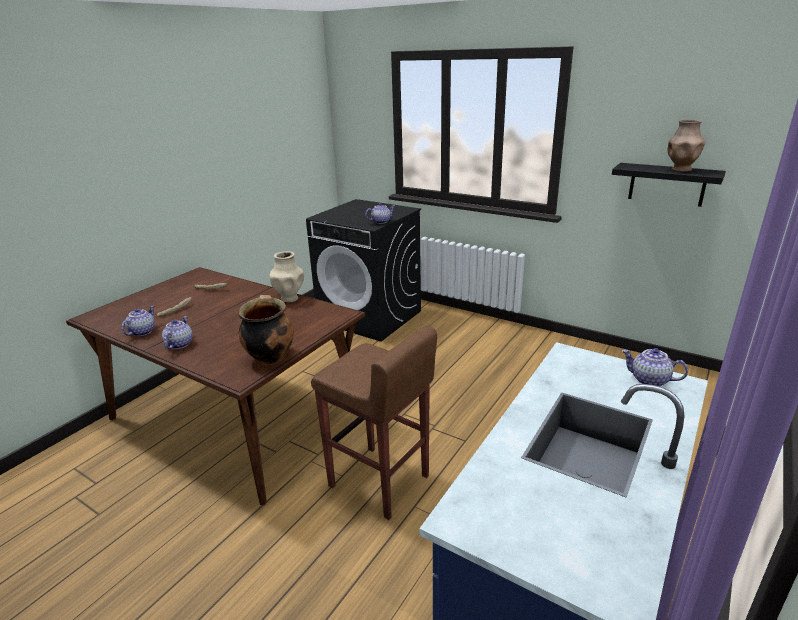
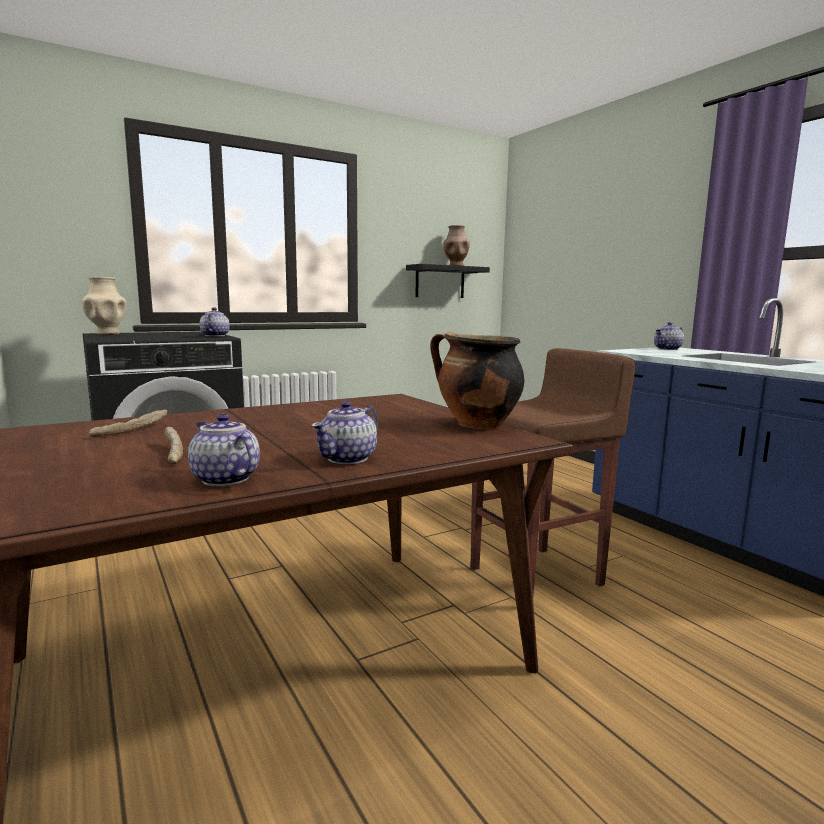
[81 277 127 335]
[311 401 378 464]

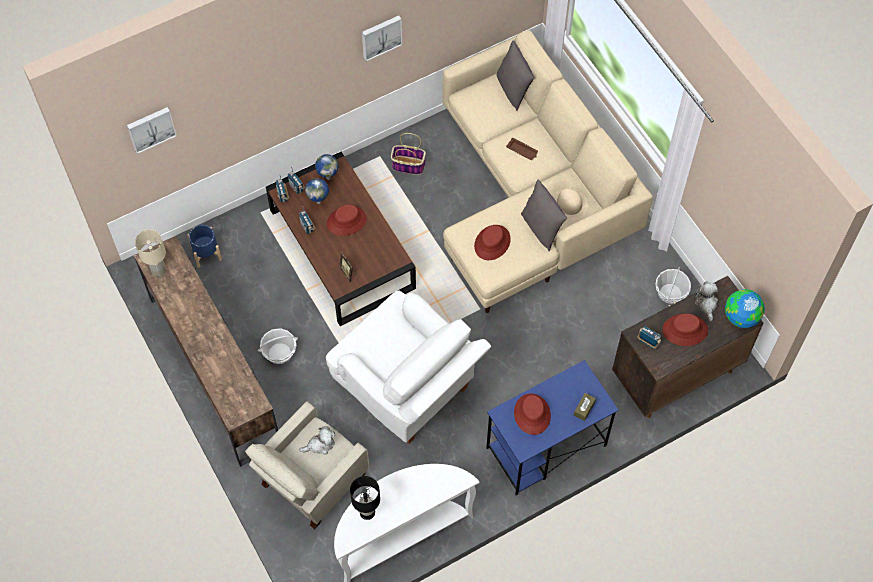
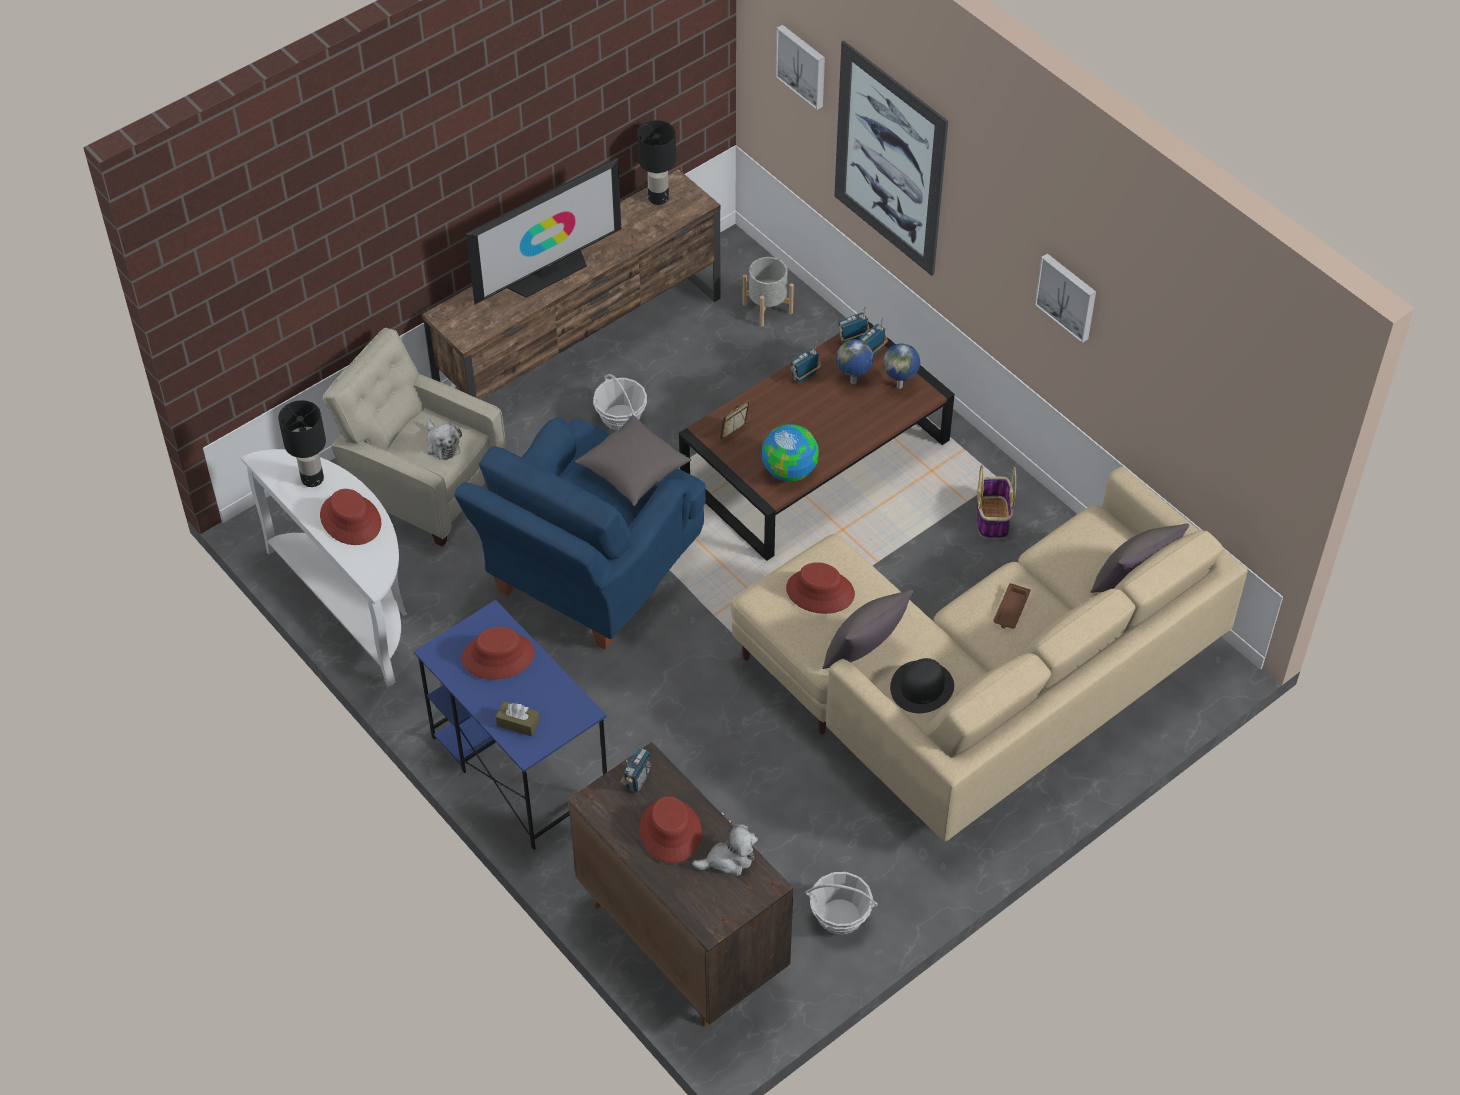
[466 158 621 304]
[575 415 691 506]
[834 40 948 276]
[320 489 381 545]
[762 424 819 481]
[637 120 676 205]
[743 257 794 327]
[454 418 706 650]
[890 658 954 713]

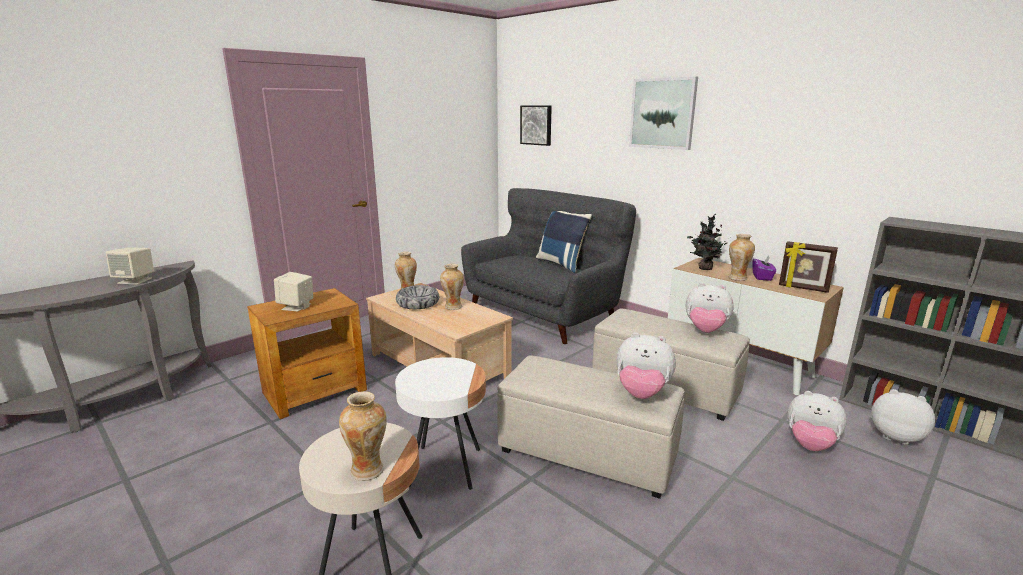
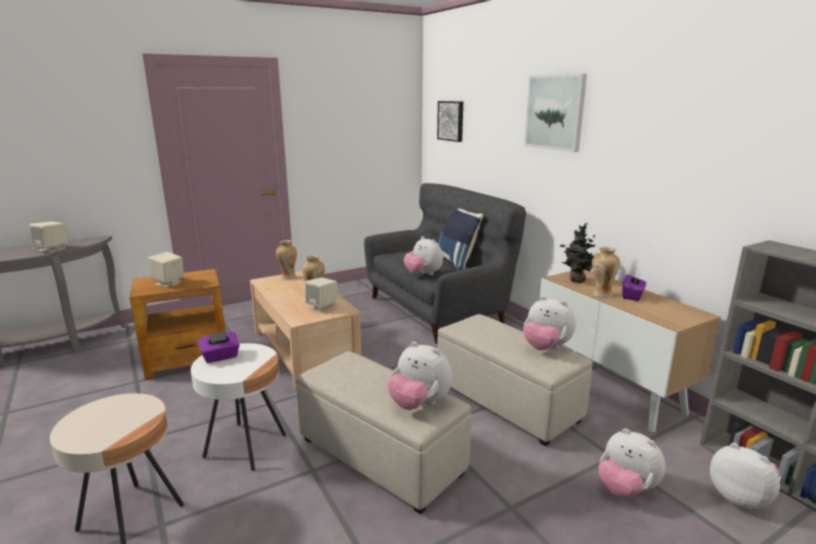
[339 391 387 481] (first image)
[396 285 439 309] (first image)
[779 241 838 293] (first image)
[198 332 240 363]
[305 277 337 313]
[404 236 443 275]

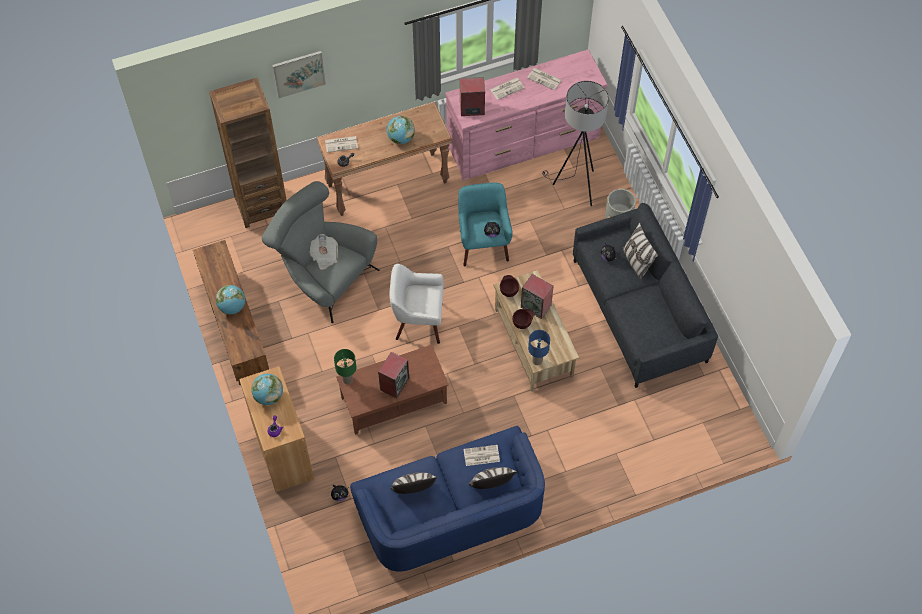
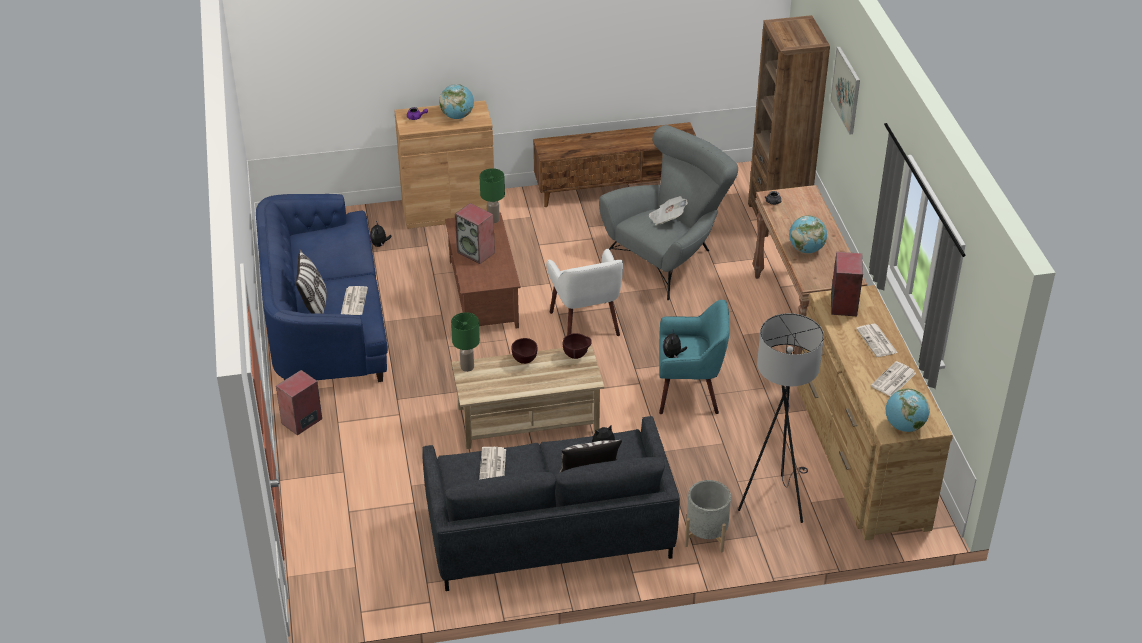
[390 473 437 494] (first image)
[886 389 930 432]
[479 447 506 480]
[276 370 322 435]
[798 285 953 541]
[451 312 480 372]
[546 249 623 336]

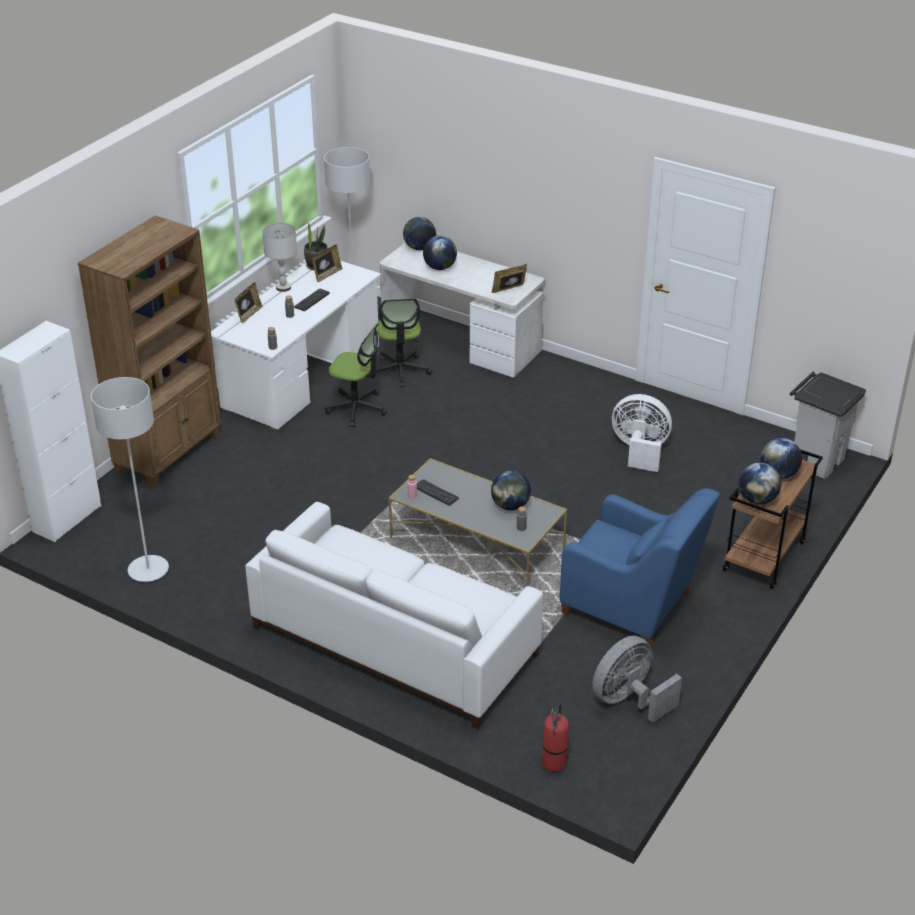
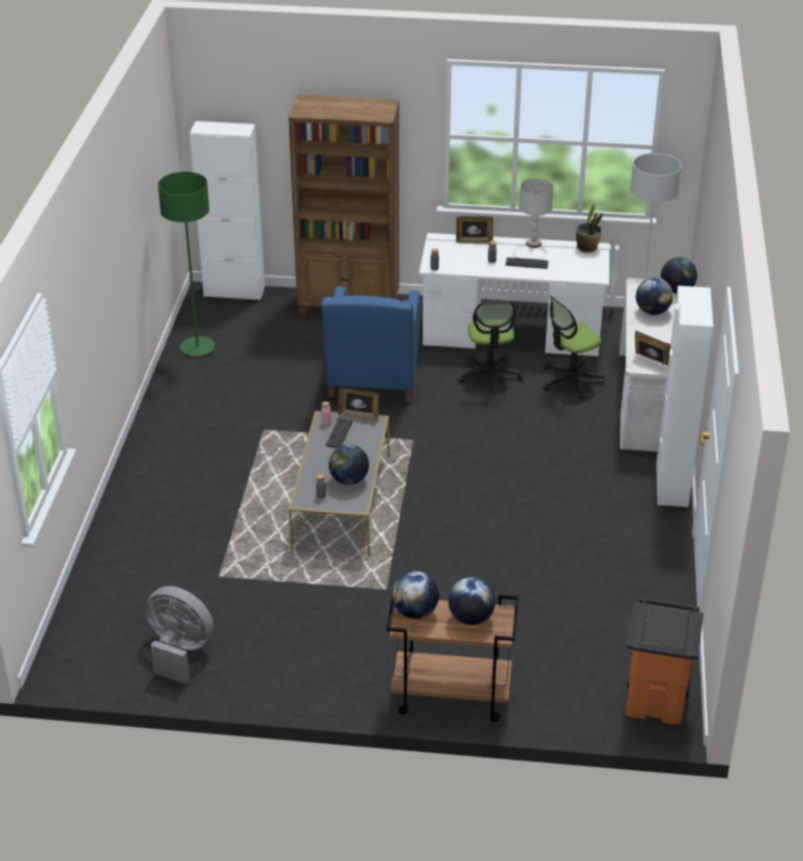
[245 502 543 729] (first image)
[542 703 569 772] (first image)
[612 394 672 472] (first image)
[656 286 713 507]
[338 388 379 422]
[321 286 420 401]
[158 172 215 356]
[626 597 704 725]

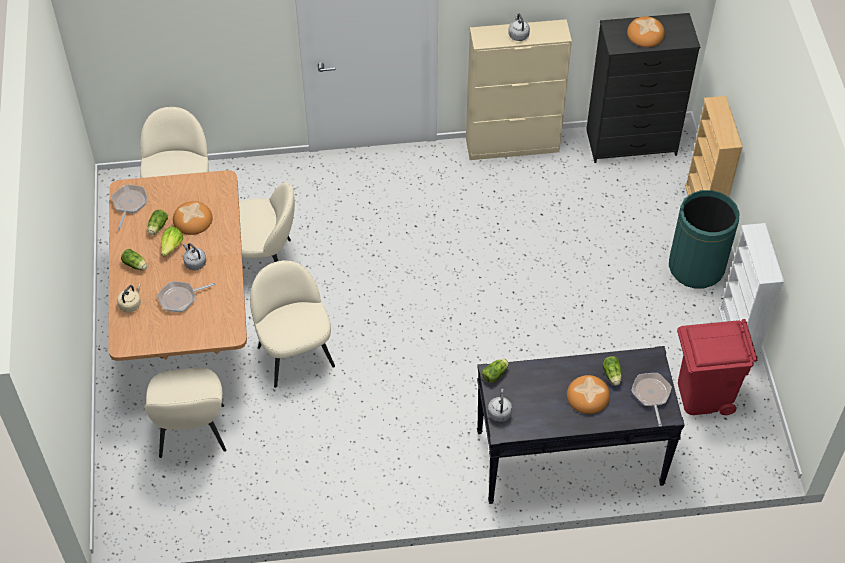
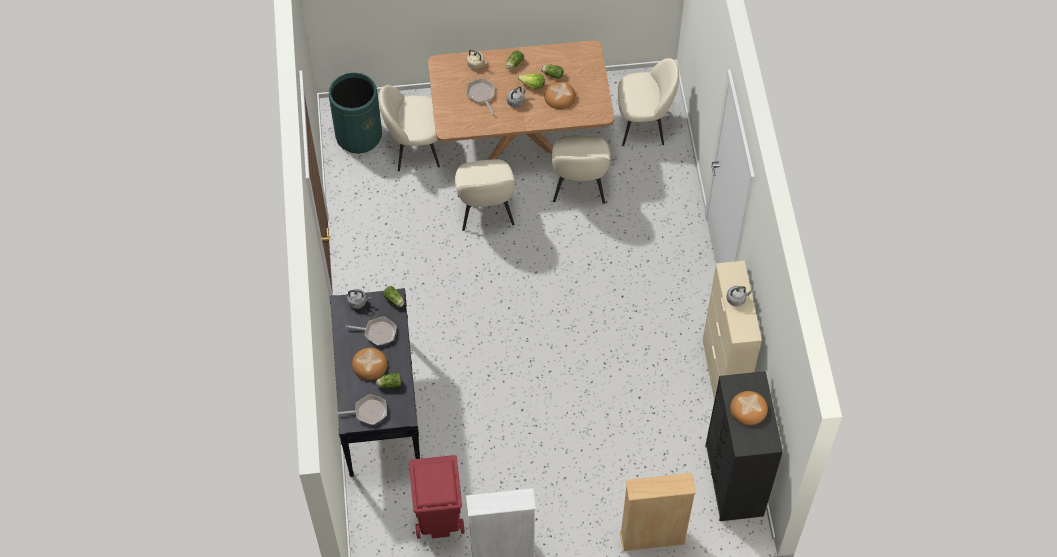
[346 316 397 346]
[329 72 382 154]
[455 159 515 231]

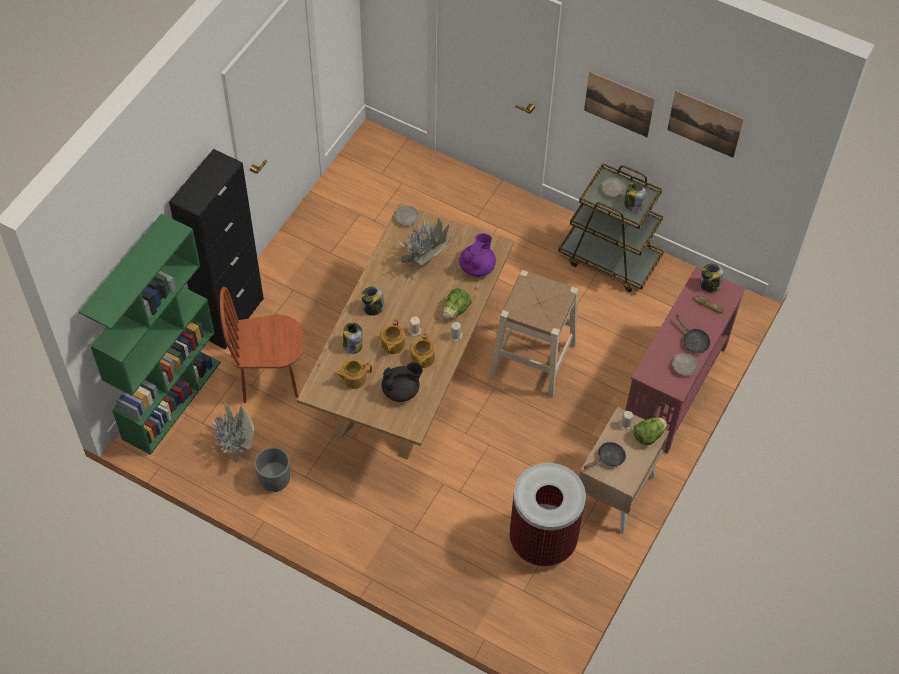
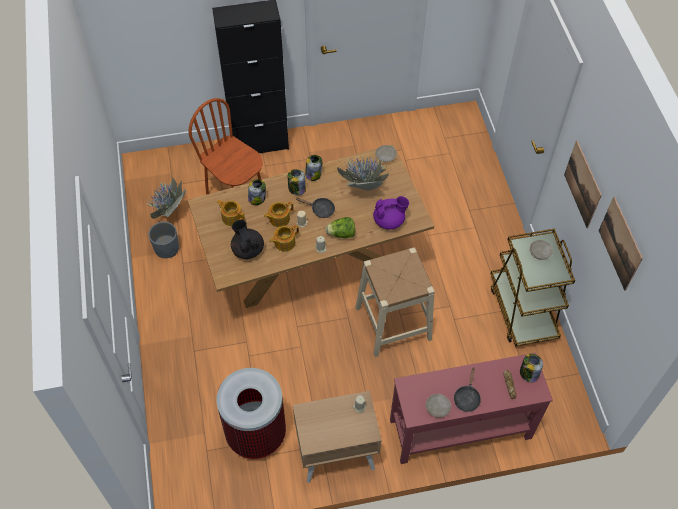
[79 213 221 455] (first image)
[633 418 667 446] (first image)
[296 197 335 218]
[305 155 322 181]
[231 220 264 259]

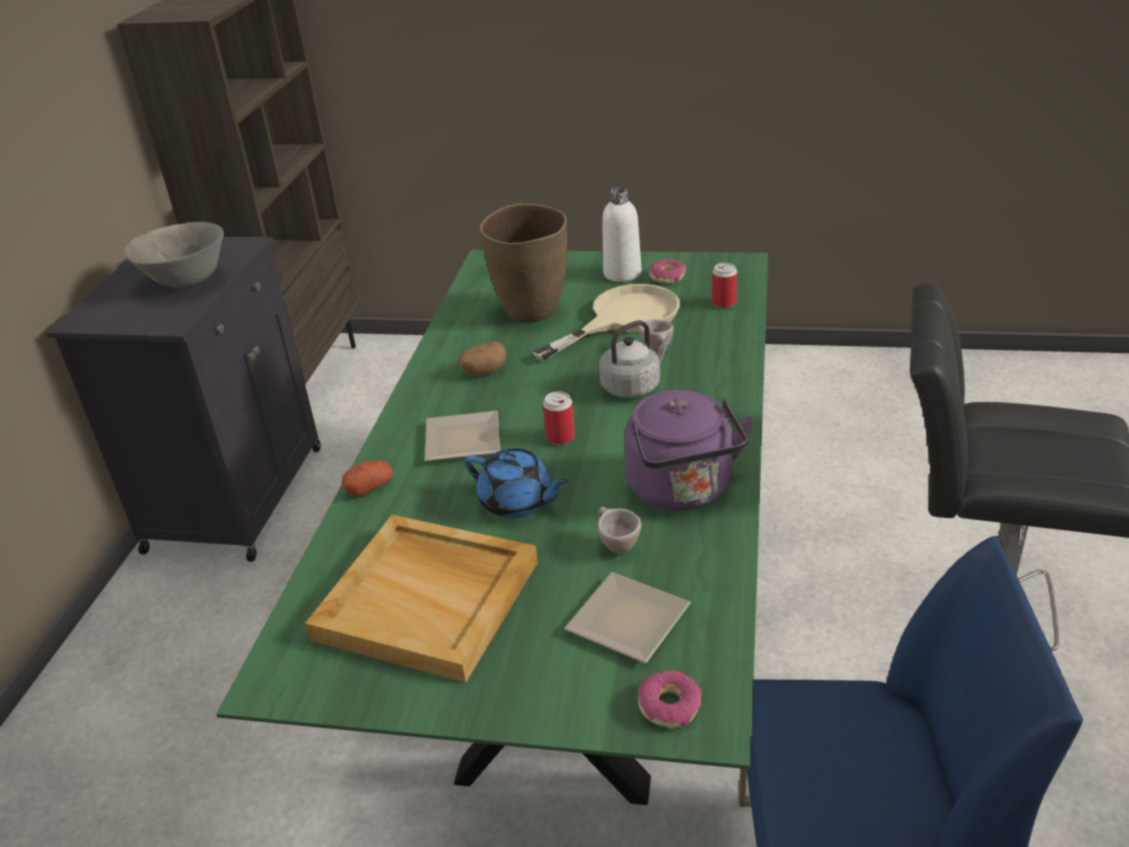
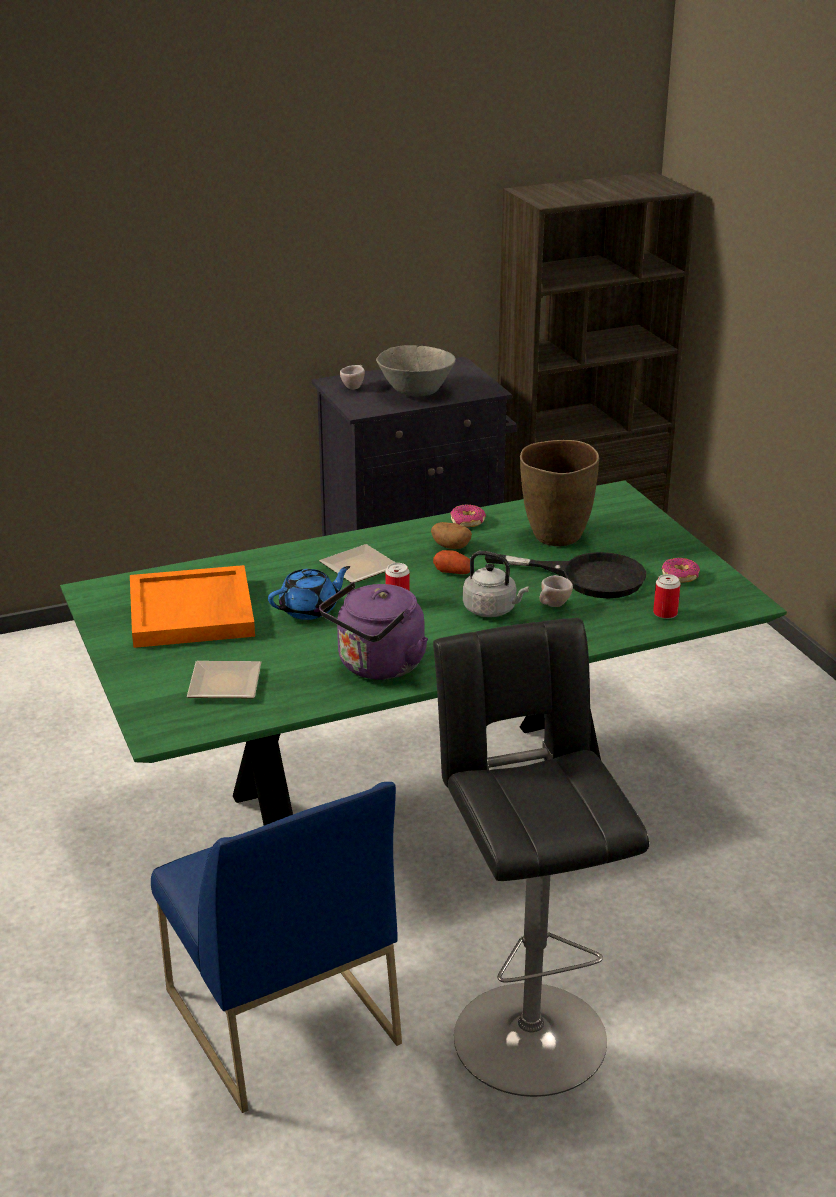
[602 187 641 282] (first image)
[433 550 470 574]
[340 365 365 390]
[450 504 486 527]
[130 565 255 648]
[485 552 646 598]
[268 566 351 620]

